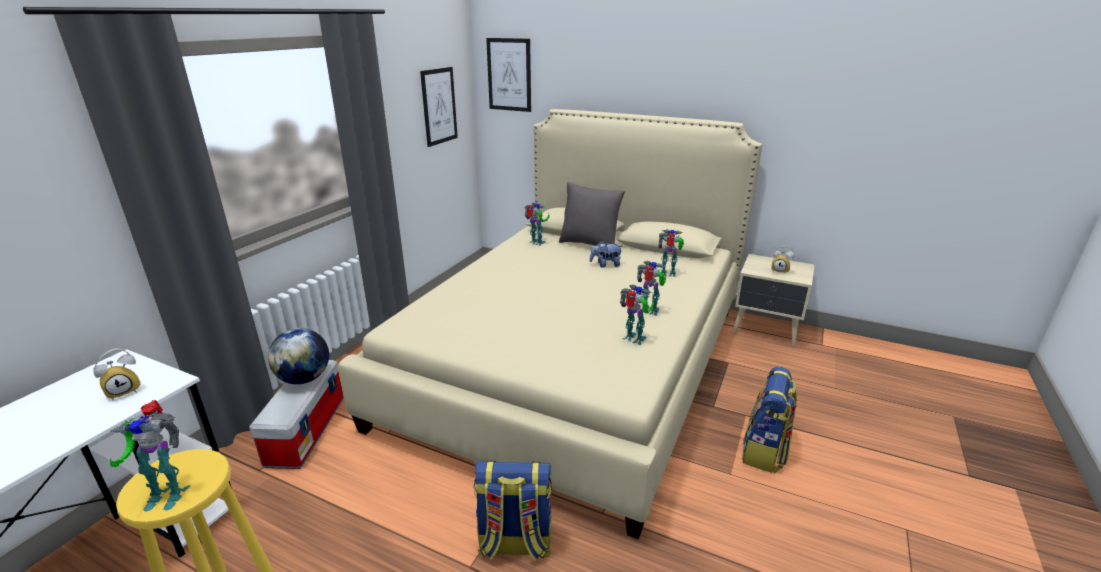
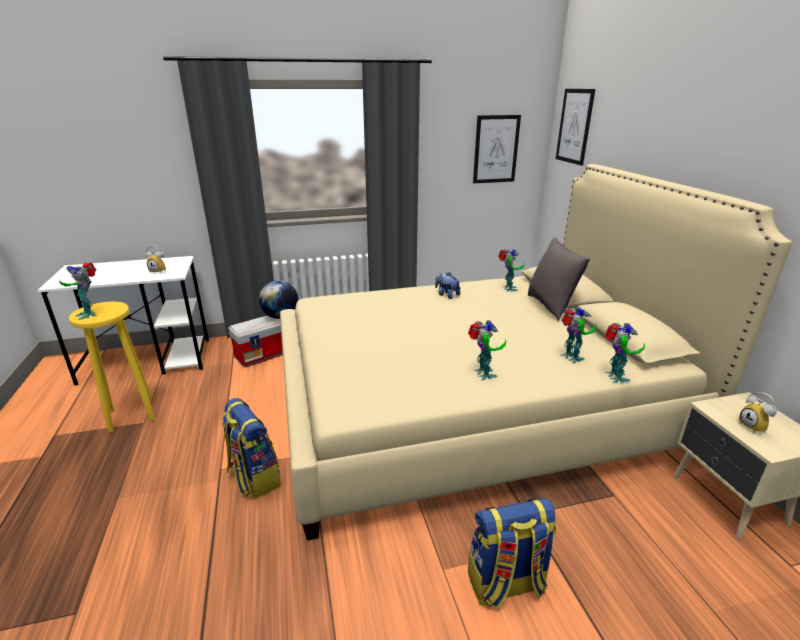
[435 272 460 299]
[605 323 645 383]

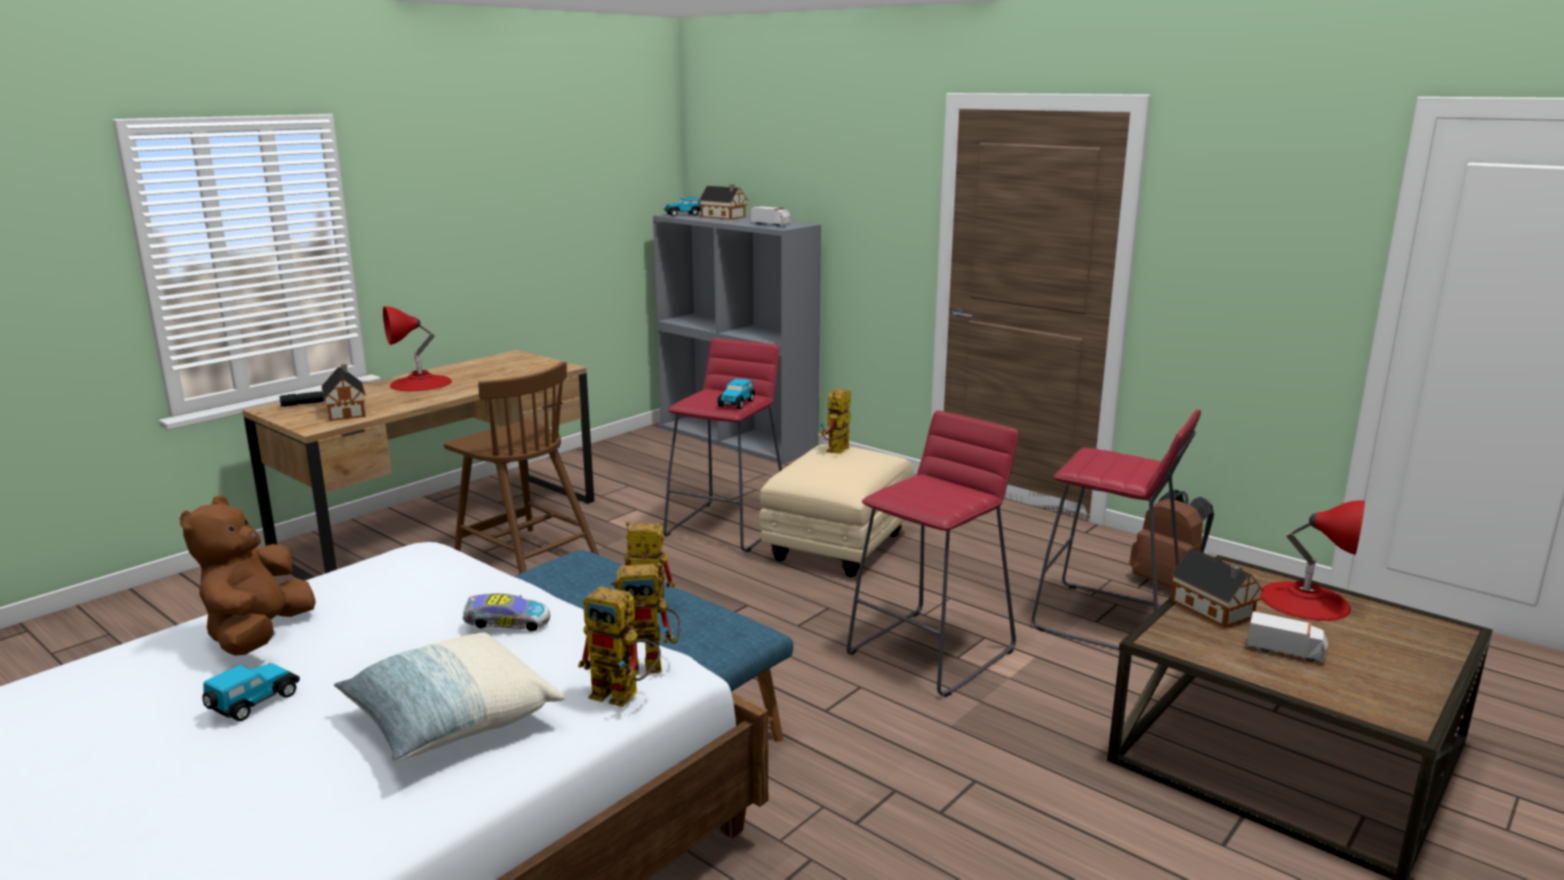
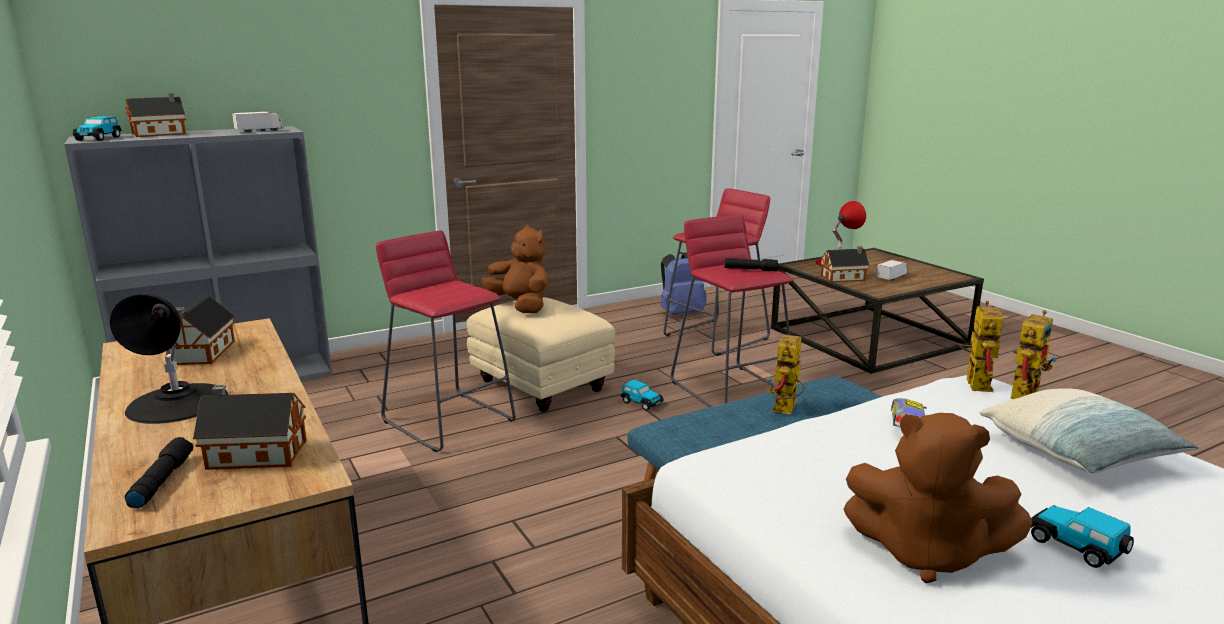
[444 362 600 574] (first image)
[169 296 235 365]
[725 258 779 271]
[621 380 664 411]
[481 224 549 313]
[110 294 228 424]
[661 252 706 314]

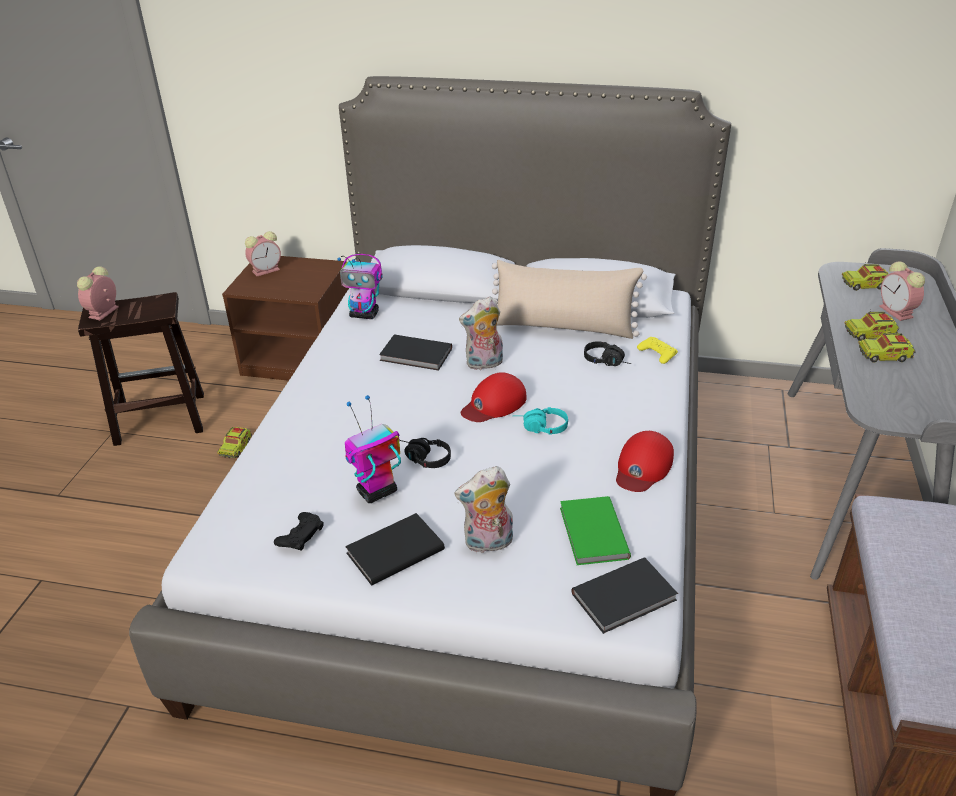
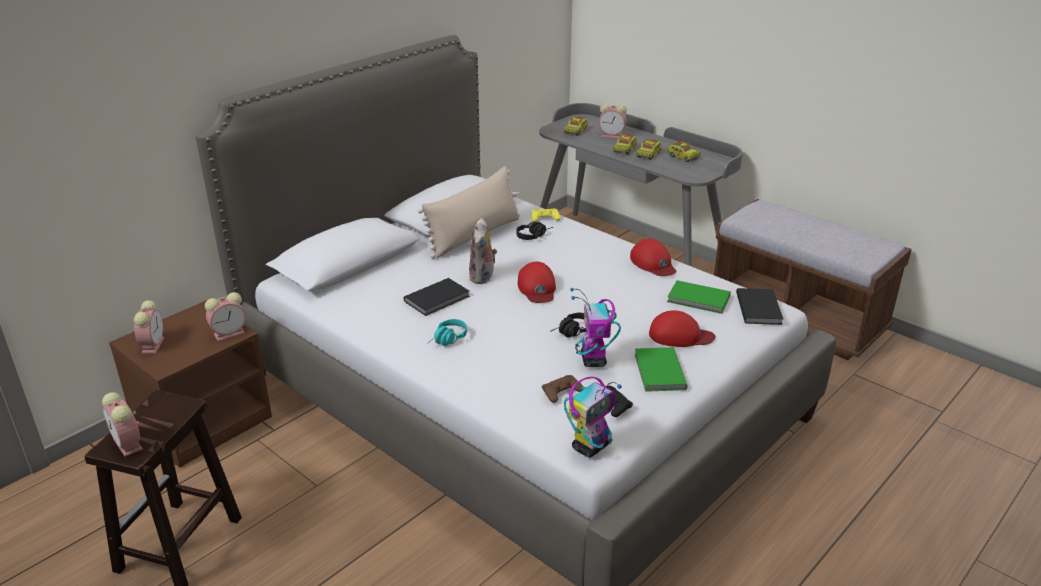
[205 292 246 341]
[542 375 583 403]
[667 141 701 162]
[564 377 622 458]
[427 319 467 346]
[649 310 716 347]
[634 347 688 392]

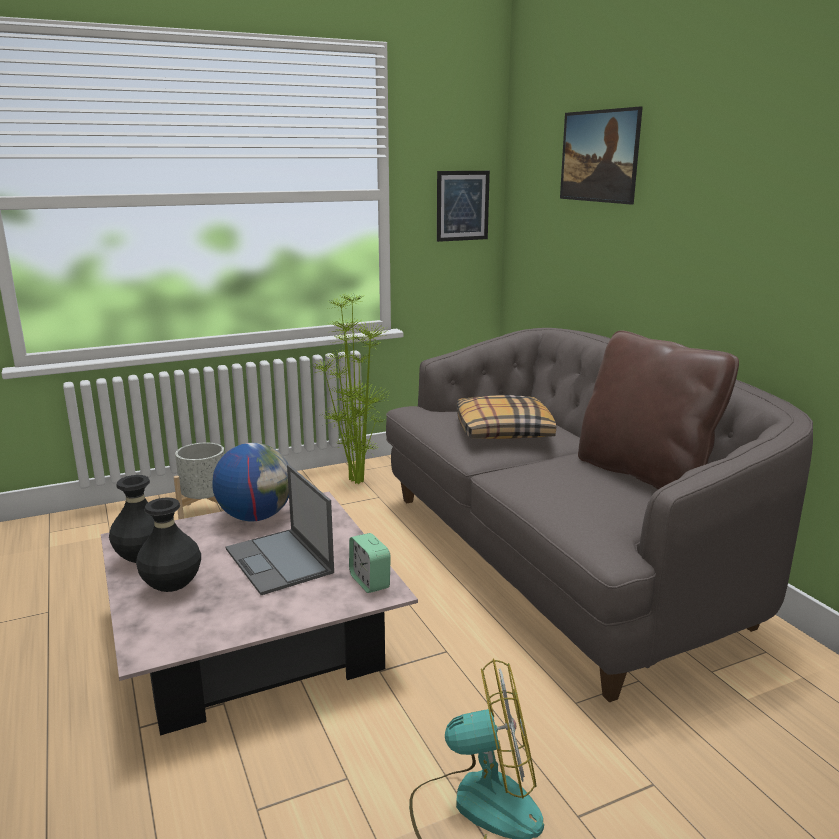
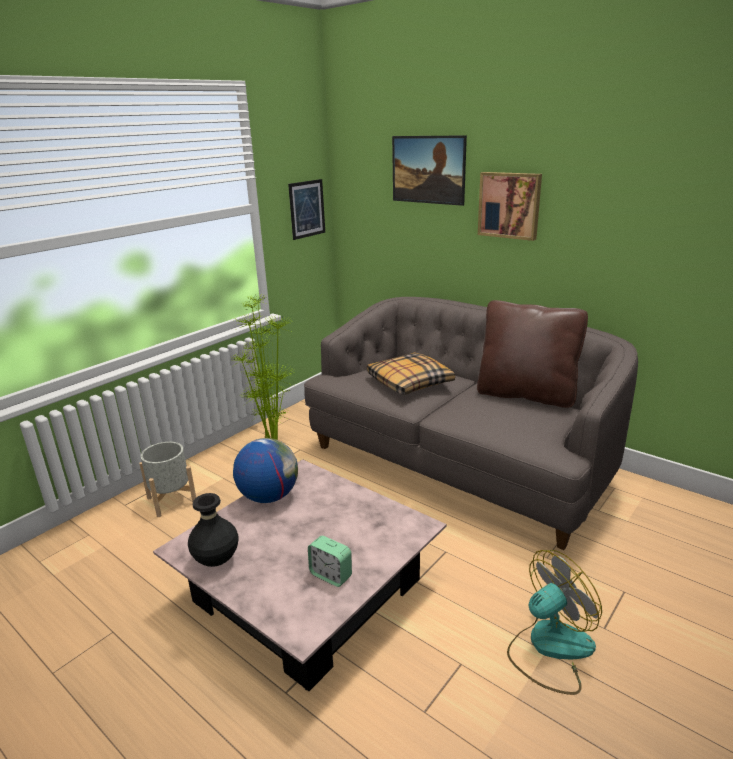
[136 497 201 592] (first image)
[226 465 334 595] (first image)
[478 172 542 241]
[308 536 352 587]

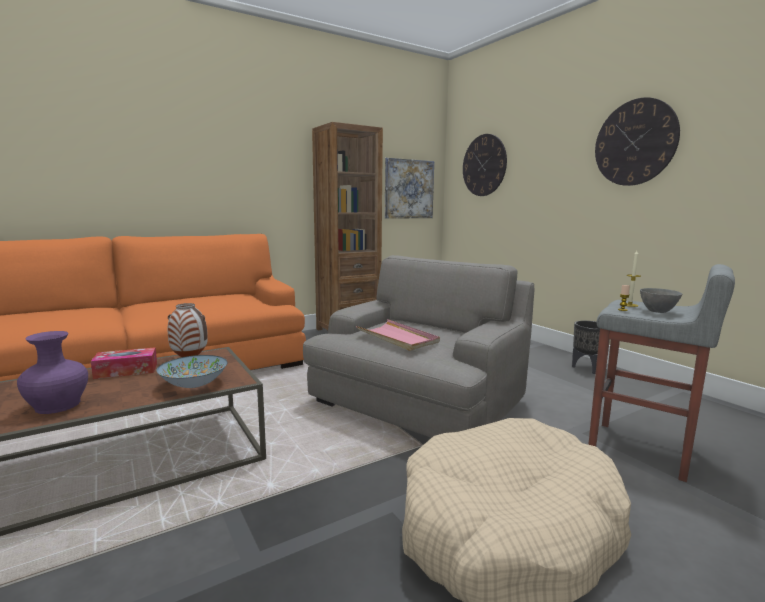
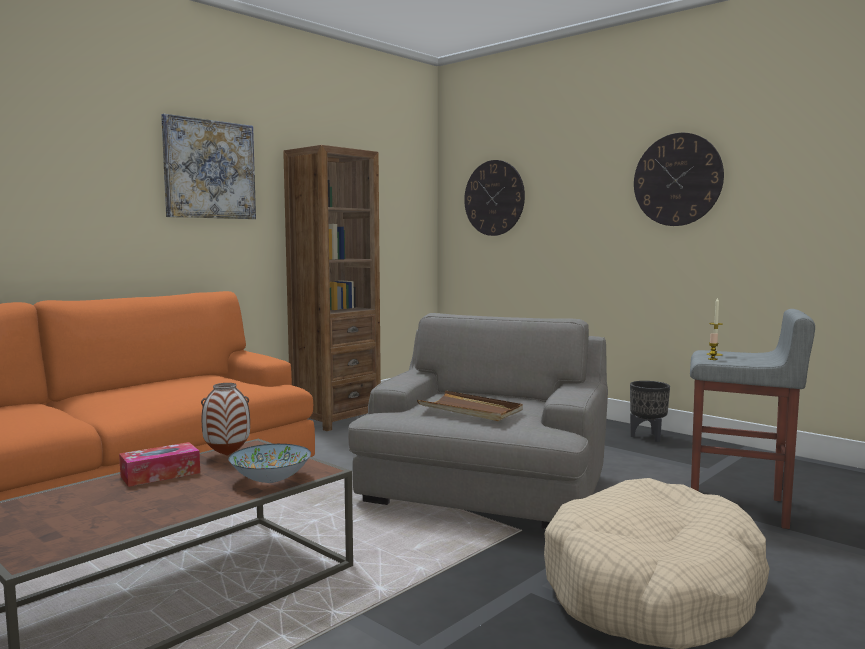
[17 331 88 414] (first image)
[640 288 682 313] (first image)
[161 114 256 219]
[417 390 523 421]

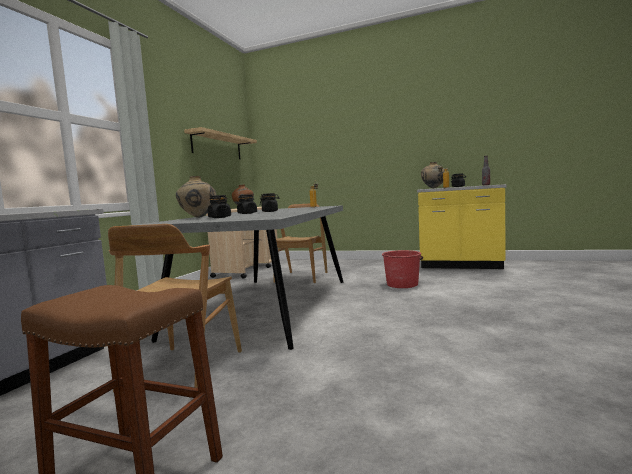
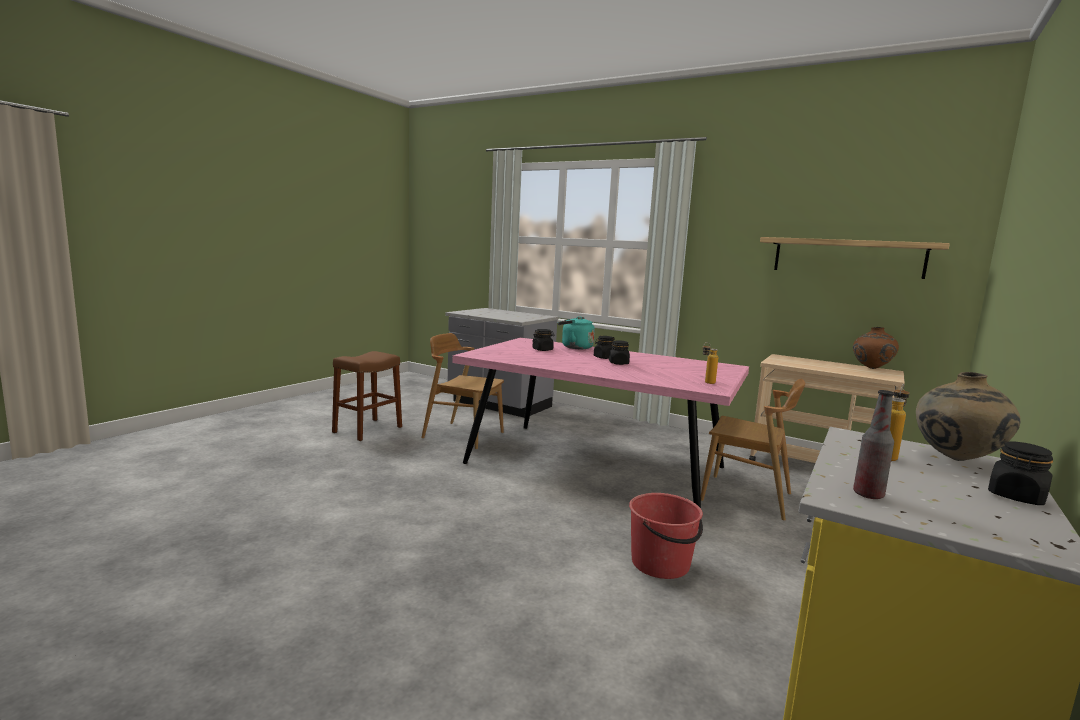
[558 316 595 349]
[453 338 749 508]

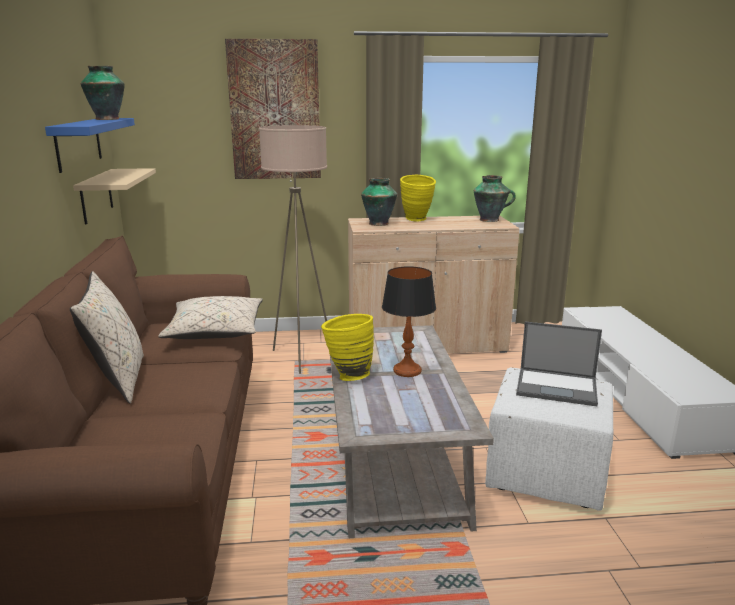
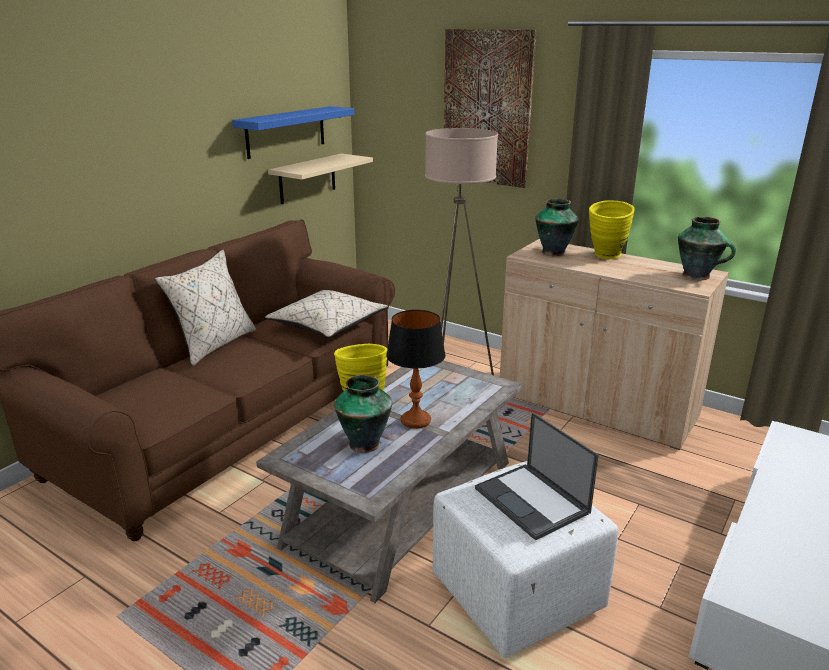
[334 375 392 453]

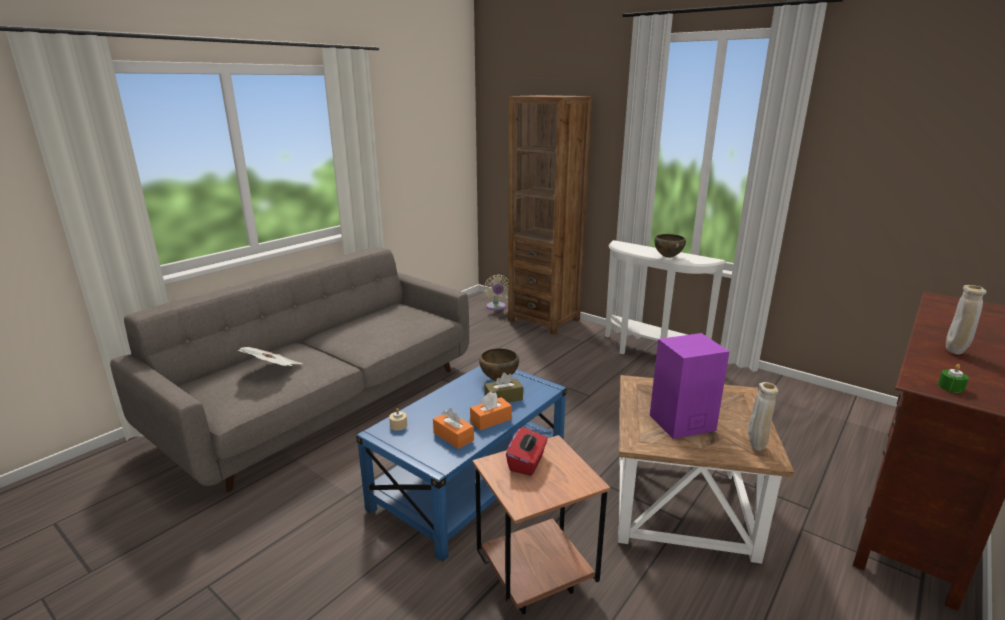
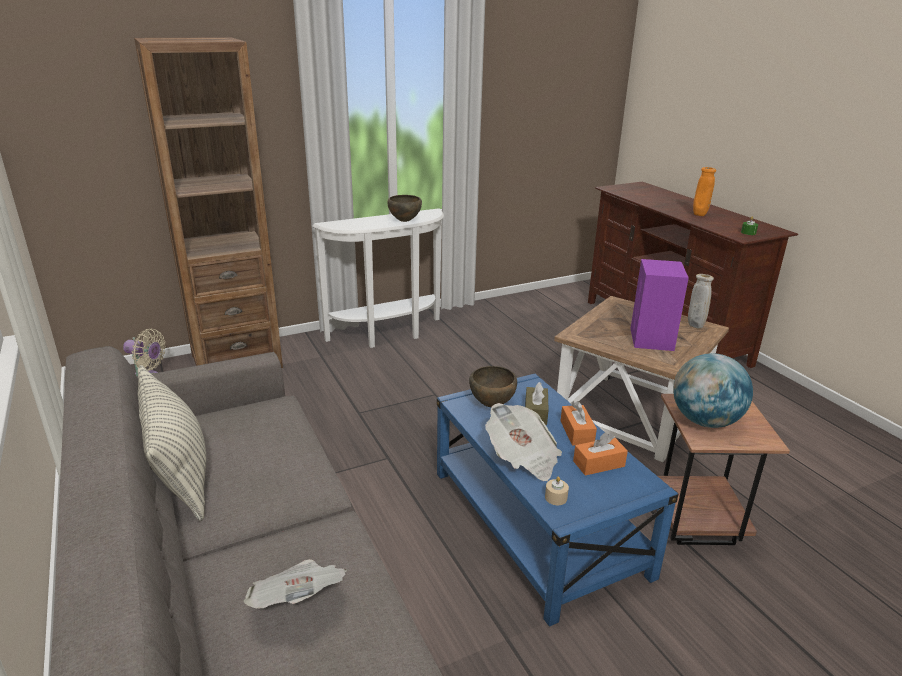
[138 365 206 521]
[485 403 562 481]
[673 353 753 428]
[693 167 716 216]

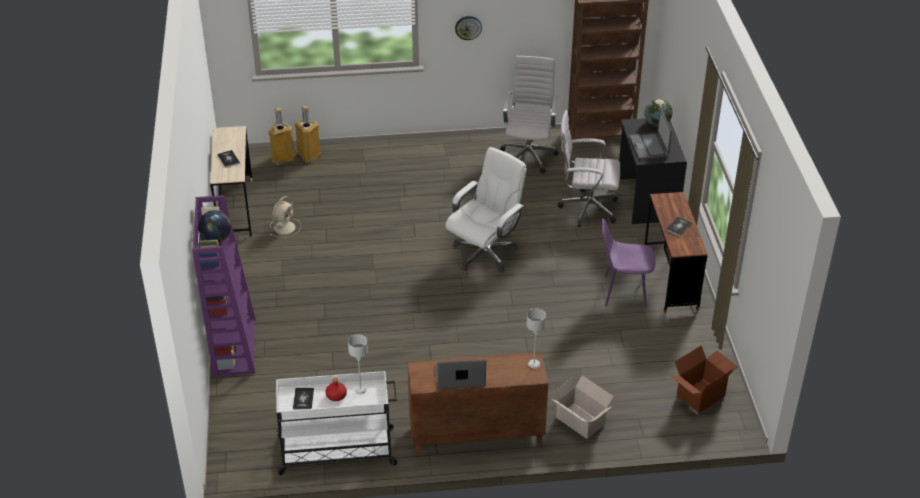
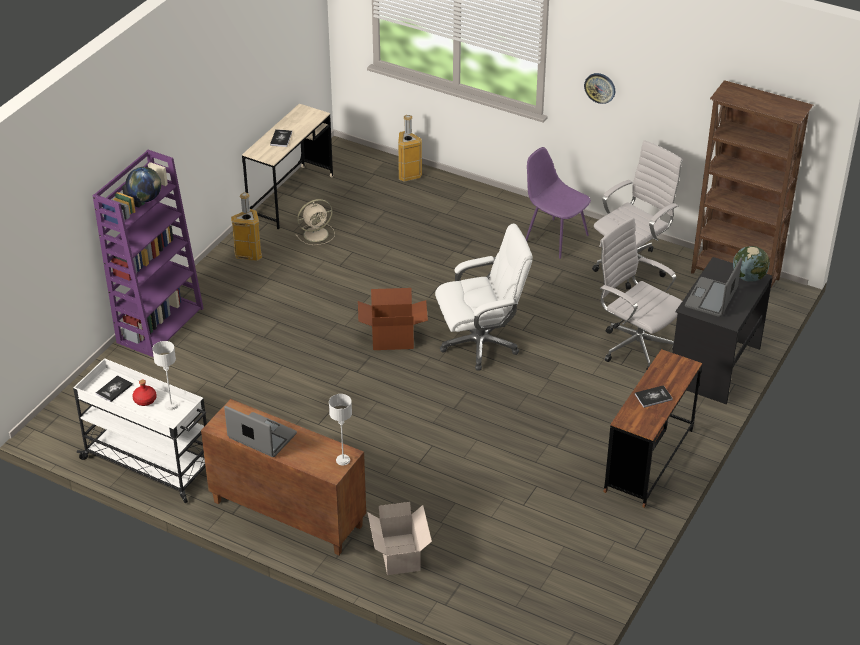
[231 193 262 261]
[526 147 591 259]
[358 288 428 350]

